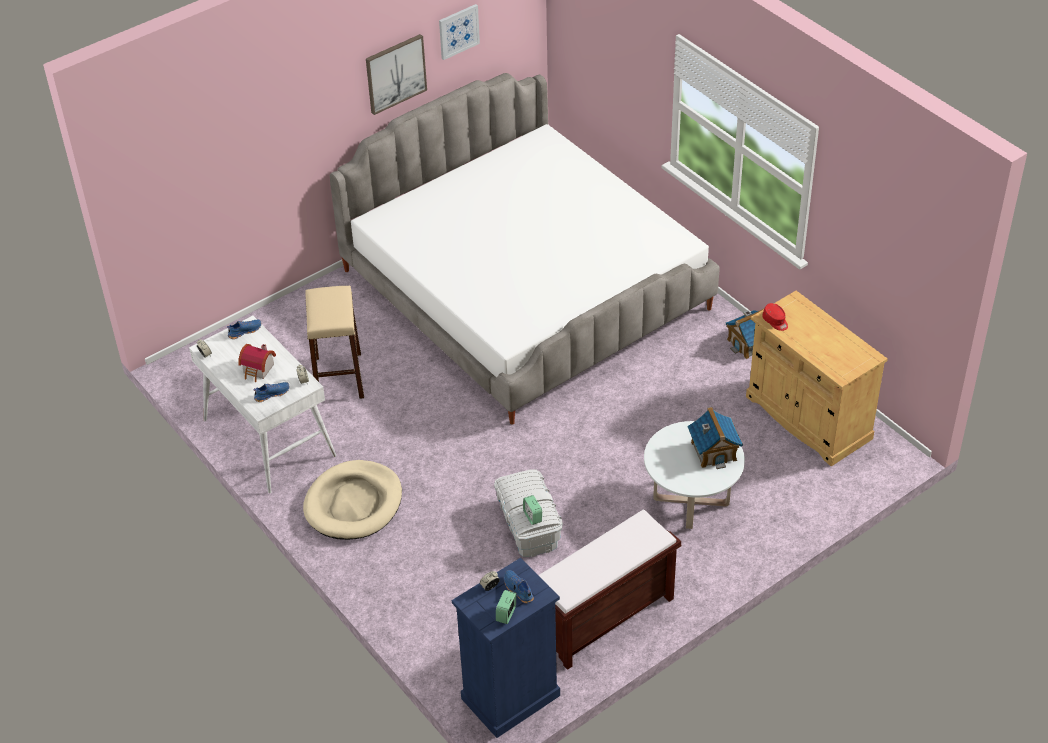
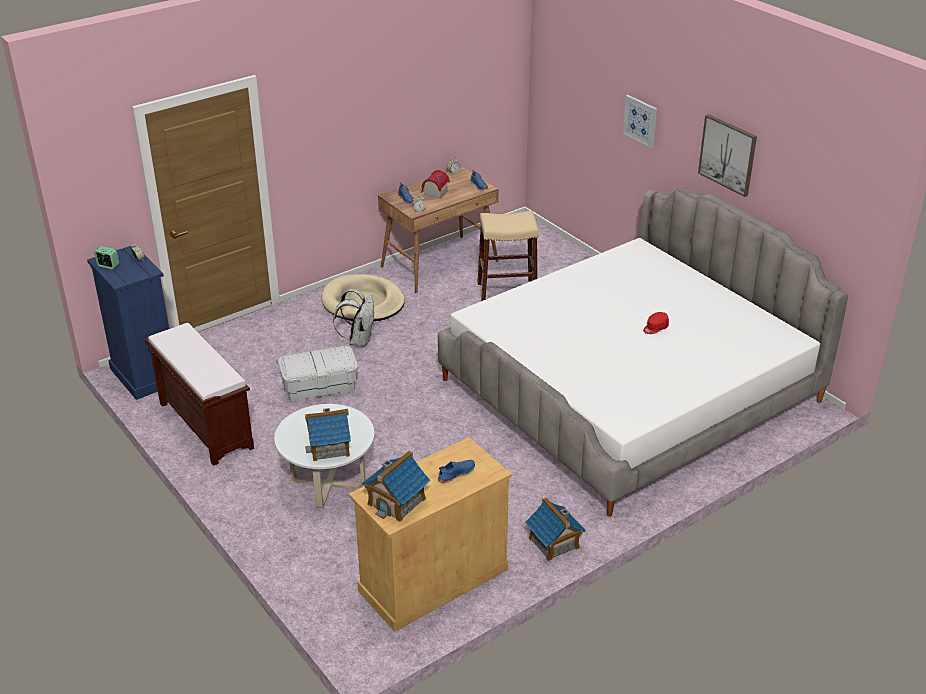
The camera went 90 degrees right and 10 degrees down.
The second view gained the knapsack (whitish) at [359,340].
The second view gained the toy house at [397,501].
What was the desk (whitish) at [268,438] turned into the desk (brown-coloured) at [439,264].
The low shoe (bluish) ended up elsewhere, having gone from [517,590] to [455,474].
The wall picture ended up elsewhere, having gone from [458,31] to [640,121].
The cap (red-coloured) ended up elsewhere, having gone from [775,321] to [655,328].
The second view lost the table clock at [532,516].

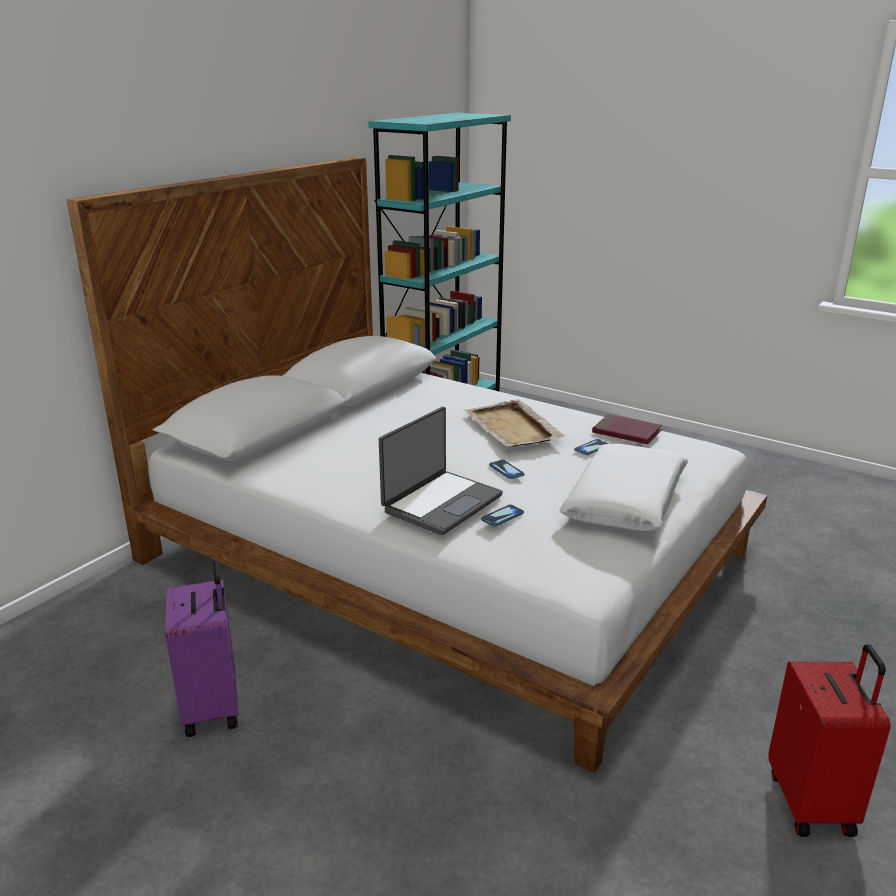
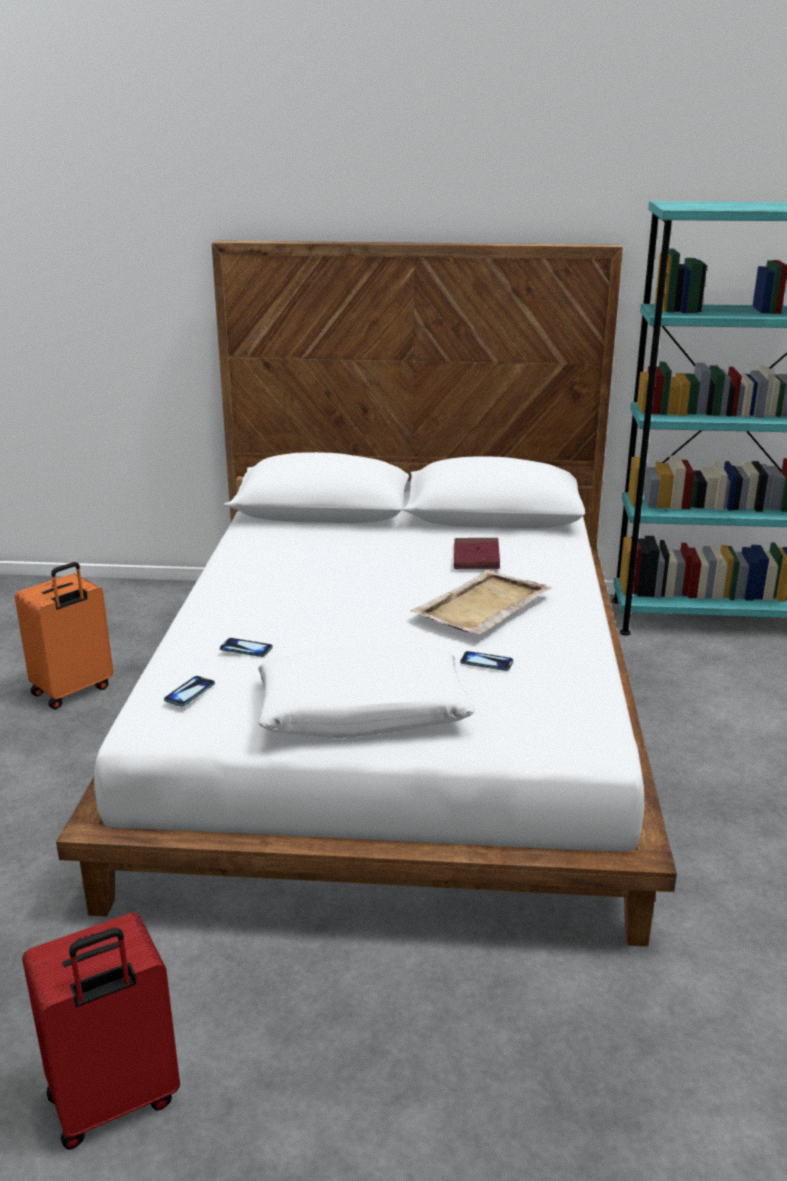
The camera went 60 degrees right and 0 degrees up.
What was the piece of luggage (purple) at [213,707] turned into the piece of luggage (orangey) at [73,691].
The telephone ended up elsewhere, having gone from [506,470] to [189,692].
The volume (red-coloured) ended up elsewhere, having gone from [626,432] to [476,557].
The second view lost the laptop at [441,503].

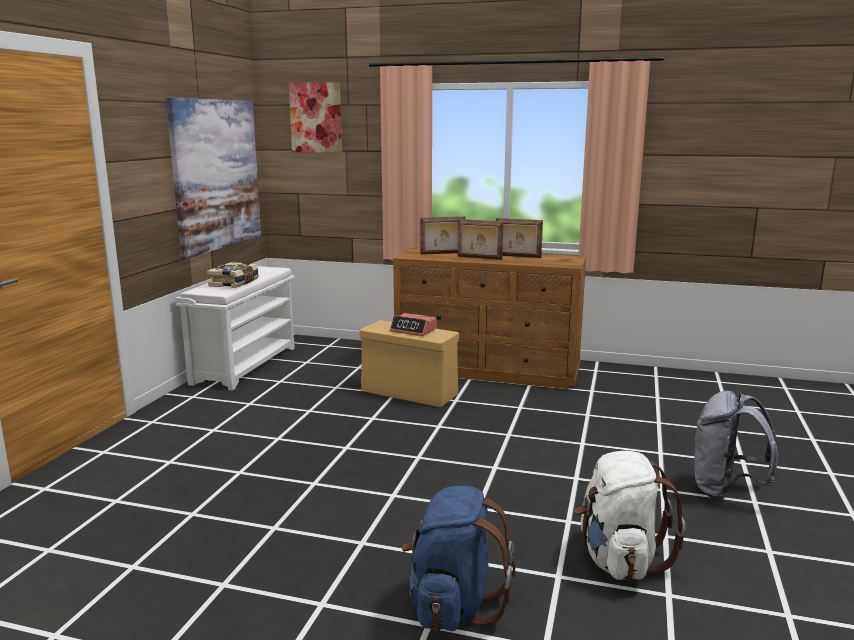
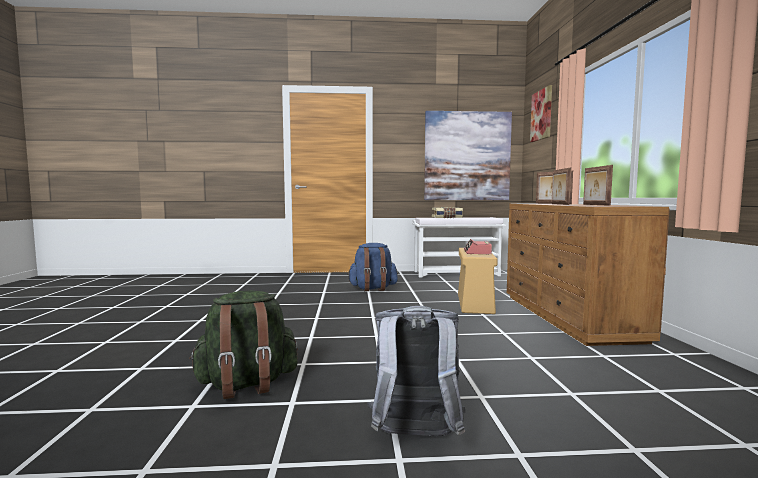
The camera went 70 degrees right and 10 degrees down.
What was the knapsack (whitish) at [619,560] turned into the knapsack (greenish) at [247,384].
The knapsack (bluish) ended up elsewhere, having gone from [453,605] to [373,289].

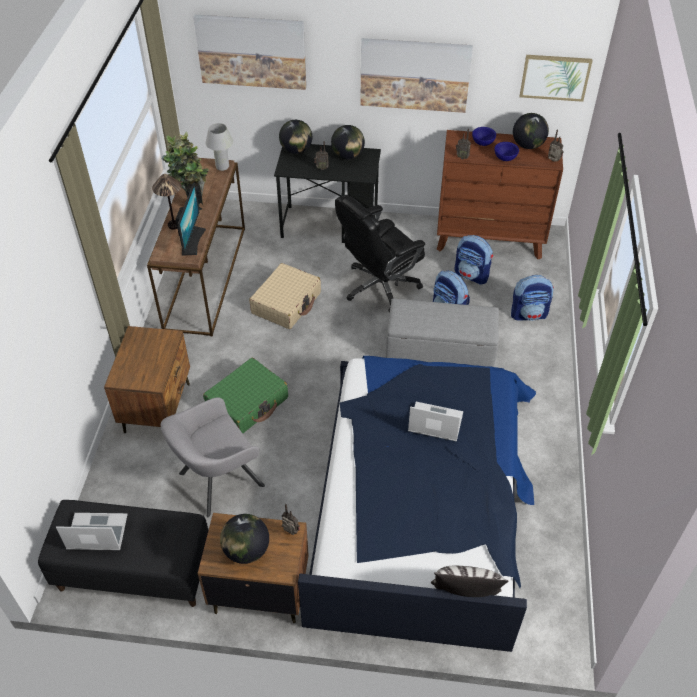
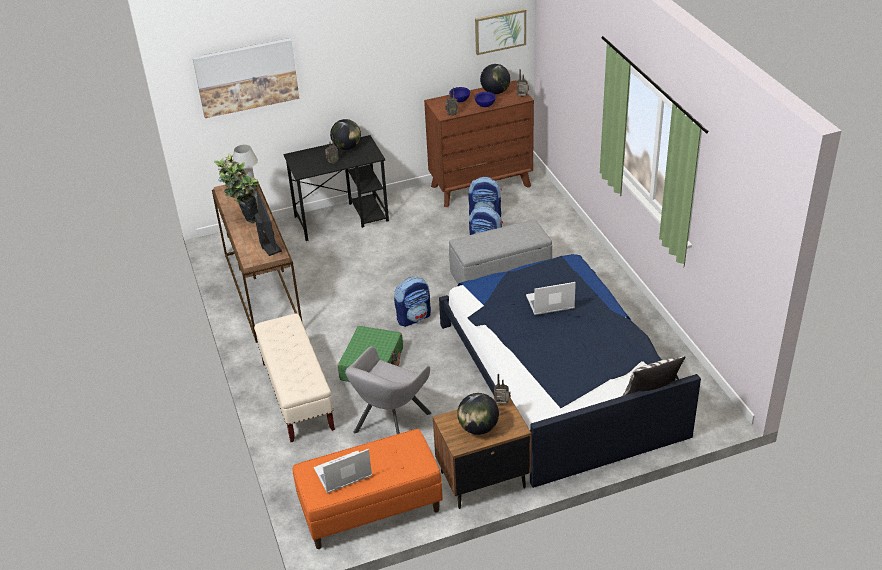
The camera went 25 degrees left and 10 degrees down.
Where the nightstand (brown-coloured) stood at [158,407], the long seat (beige) came to stand at [297,396].
What was the long seat (blackish) at [134,571] turned into the long seat (orangey) at [370,510].
The knapsack ended up elsewhere, having gone from [529,314] to [414,317].
The second view lost the table lamp at [174,225].
The second view lost the piece of luggage (beige) at [286,303].
The second view lost the world globe at [296,150].
The second view lost the desk chair (blackish) at [379,286].
The second view lost the wall picture at [415,74].

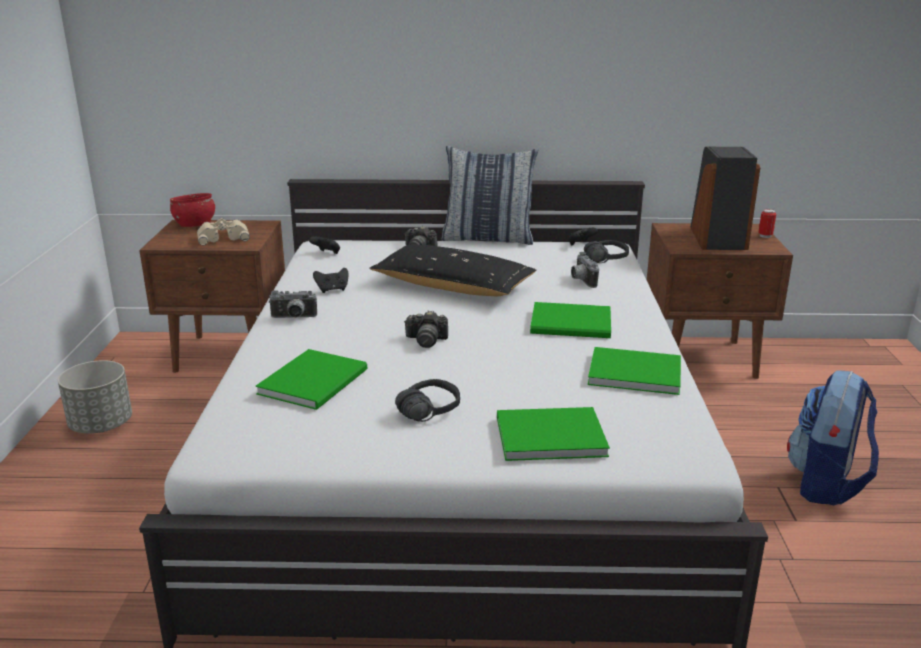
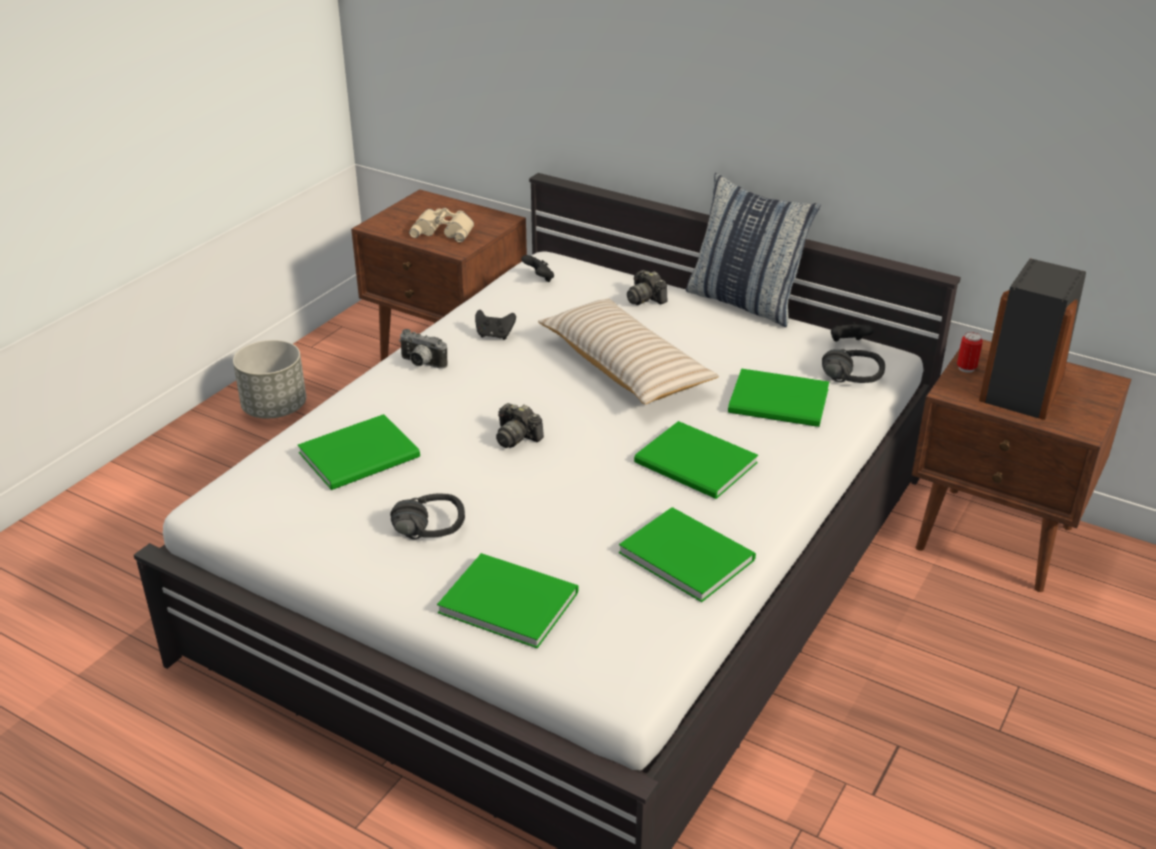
The camera went 30 degrees right and 10 degrees up.
What was the pillow (blackish) at [453,286] turned into the pillow (beige) at [625,367].
Where the still camera stood at [581,281], the volume (greenish) came to stand at [781,403].
The sealed can ended up elsewhere, having gone from [765,236] to [966,368].
The second view lost the deep dish (red-coloured) at [195,225].
The second view lost the knapsack at [826,484].

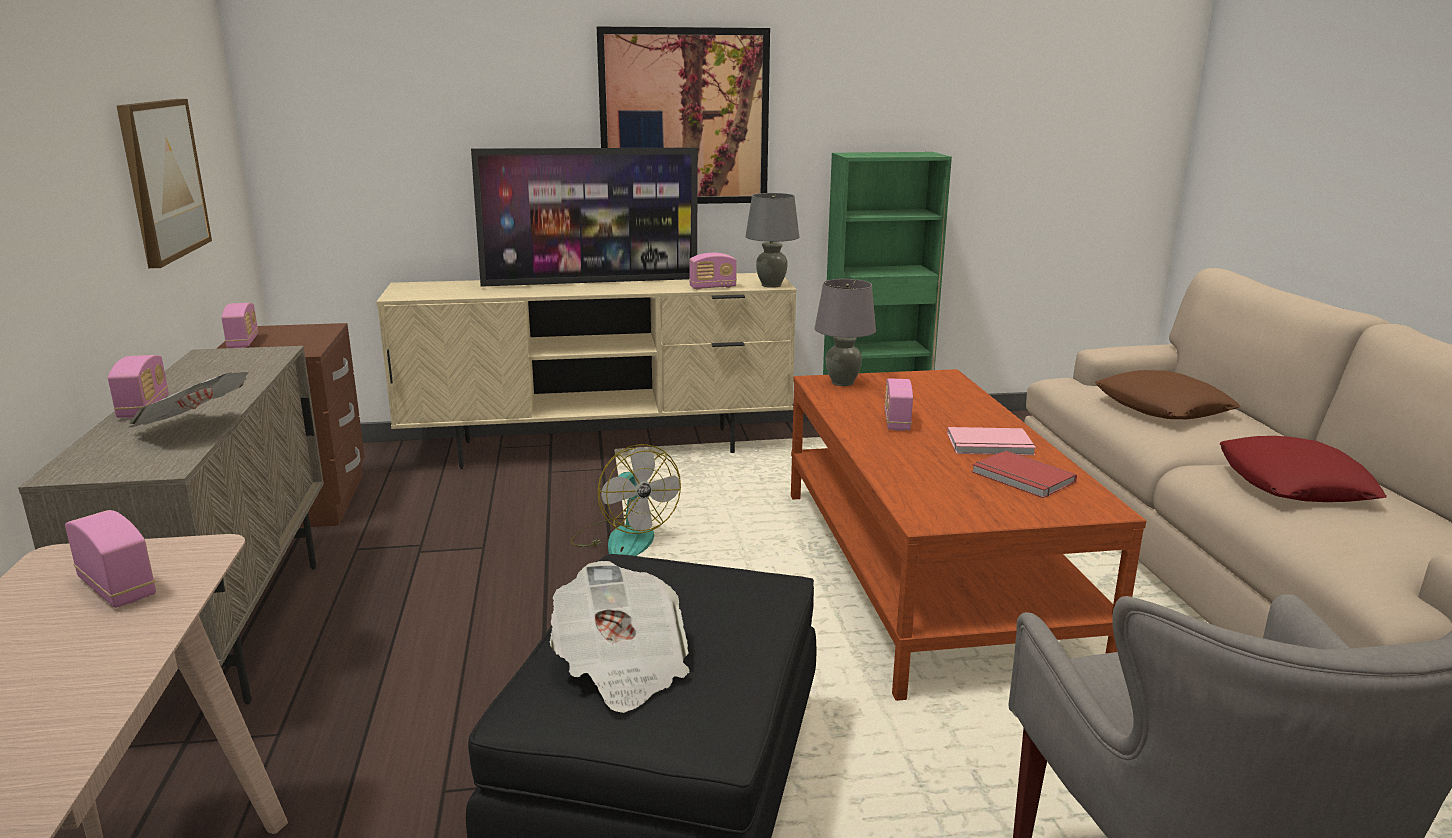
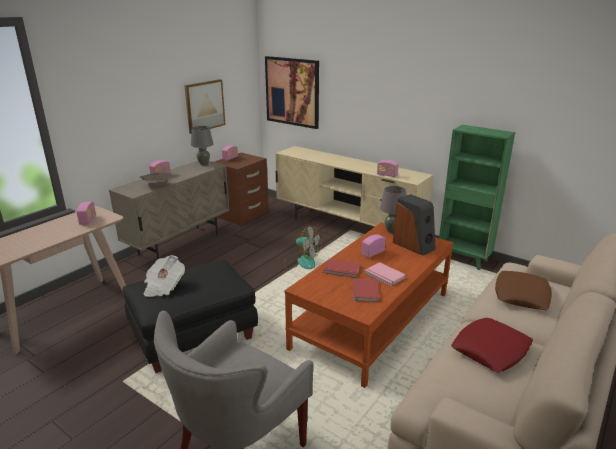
The camera went 45 degrees right and 5 degrees up.
The table lamp (greyish) ended up elsewhere, having gone from [771,285] to [203,164].
The wall picture ended up elsewhere, having gone from [684,117] to [292,92].
The electric fan at [623,538] ended up facing another way, 75 degrees counterclockwise from before.
The second view gained the volume (red-coloured) at [341,270].
The second view gained the speaker at [414,245].
The second view lost the TV at [591,282].

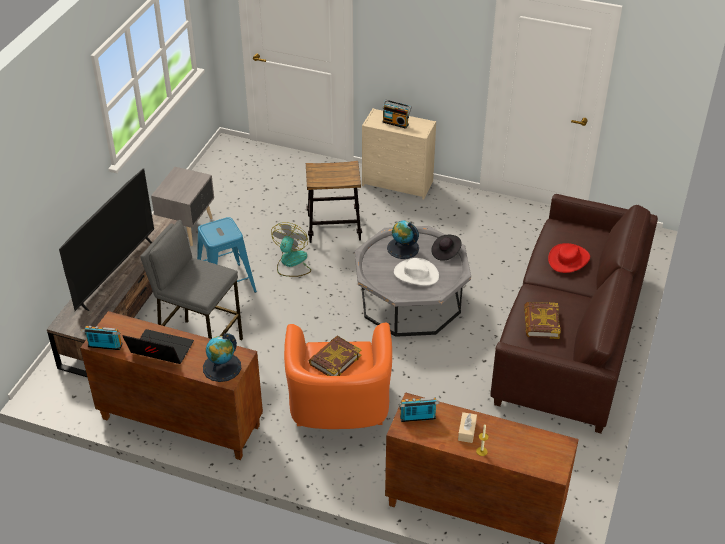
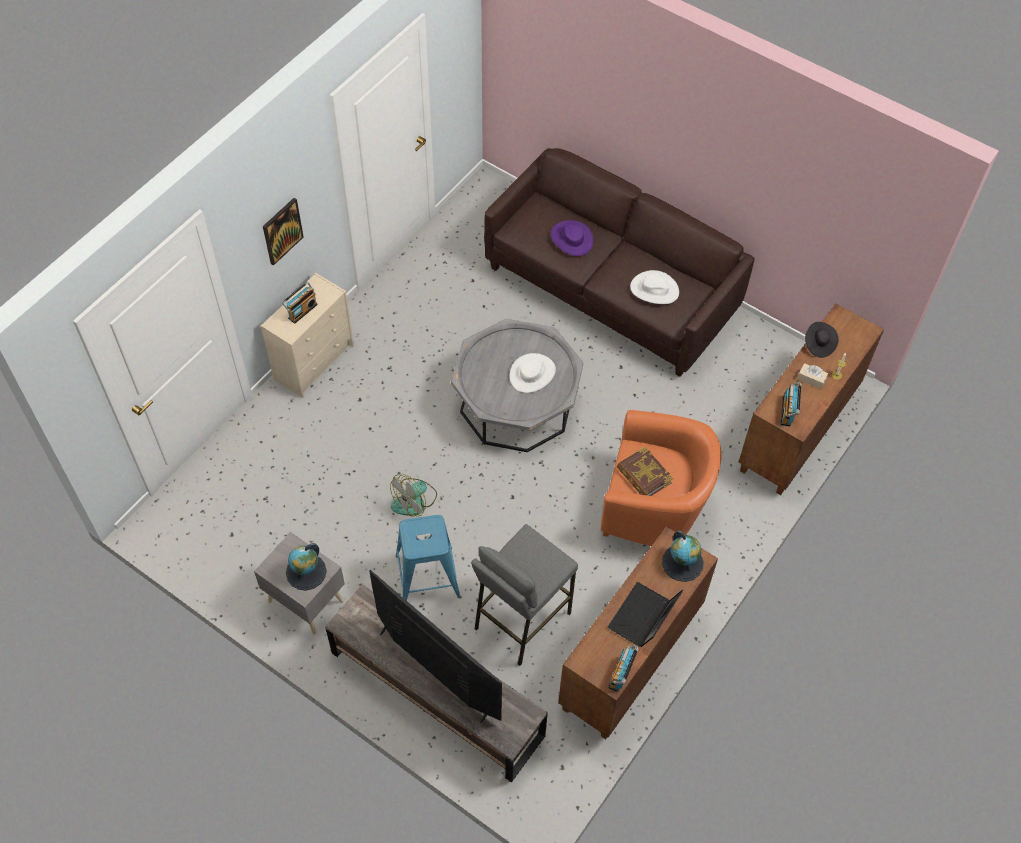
The camera went 75 degrees left and 15 degrees up.
The second view gained the wall picture at [282,231].
The world globe ended up elsewhere, having gone from [403,248] to [306,572].
The electric fan at [291,263] ended up facing another way, 75 degrees counterclockwise from before.
What was the hat (red-coloured) at [569,259] turned into the hat (purple) at [571,239].
Where the volume stood at [541,323], the hat (whitish) came to stand at [654,290].
The hat (blackish) ended up elsewhere, having gone from [445,253] to [819,344].
The second view lost the sitting stool at [334,228].

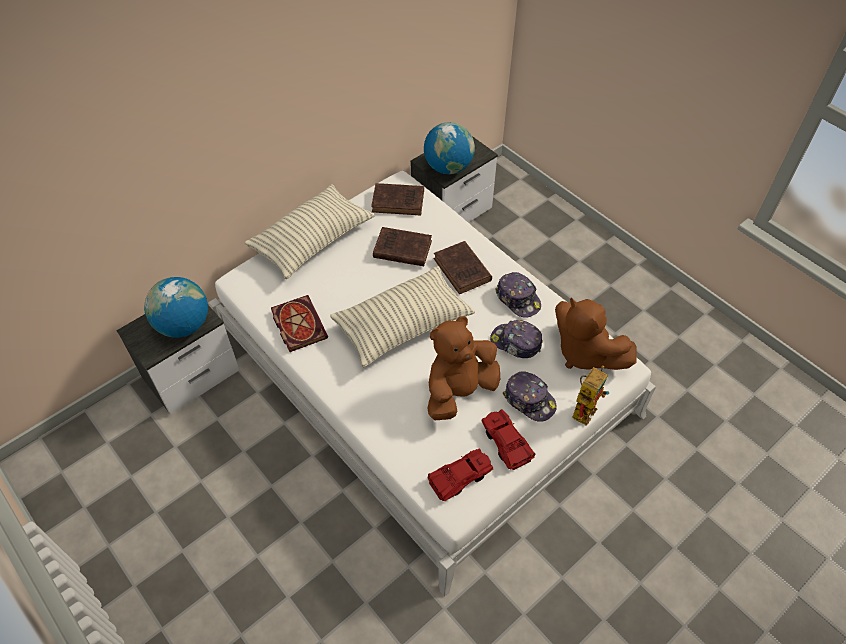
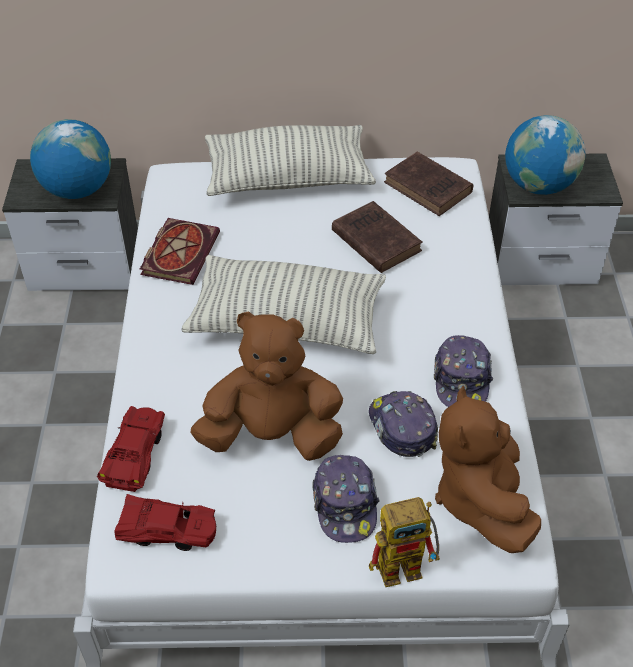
The camera went 40 degrees right and 5 degrees down.
The toy car (red-coloured) ended up elsewhere, having gone from [506,442] to [136,454].
The second view lost the volume (brown-coloured) at [463,271].

